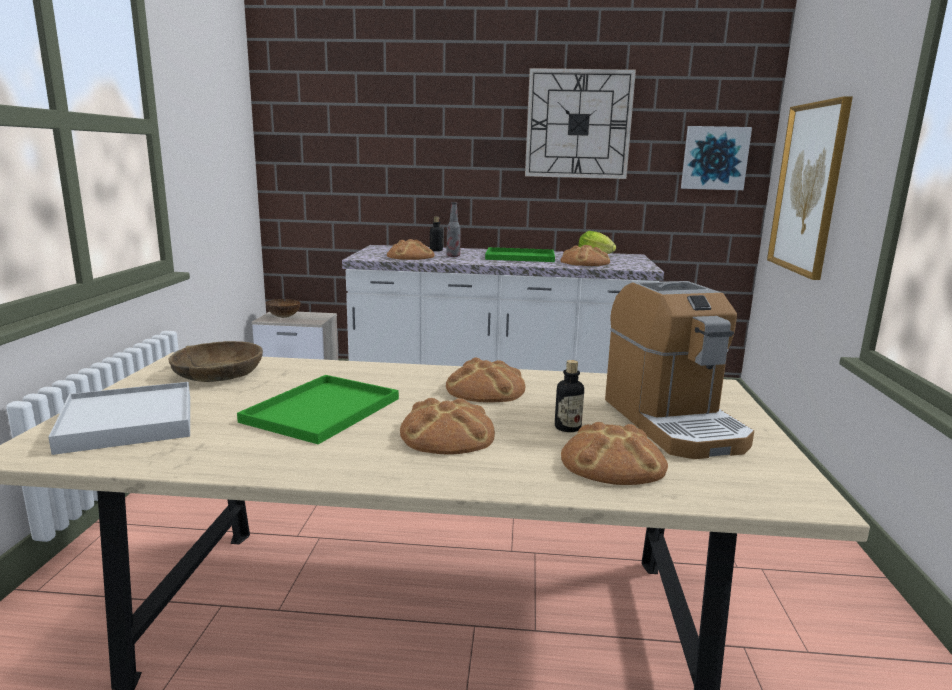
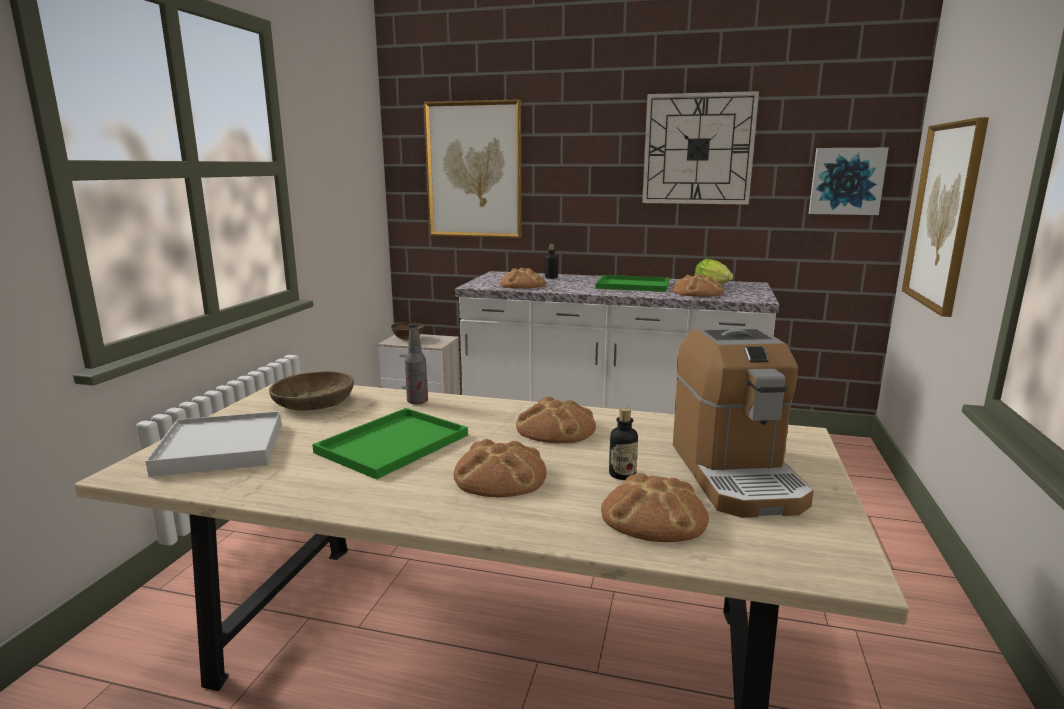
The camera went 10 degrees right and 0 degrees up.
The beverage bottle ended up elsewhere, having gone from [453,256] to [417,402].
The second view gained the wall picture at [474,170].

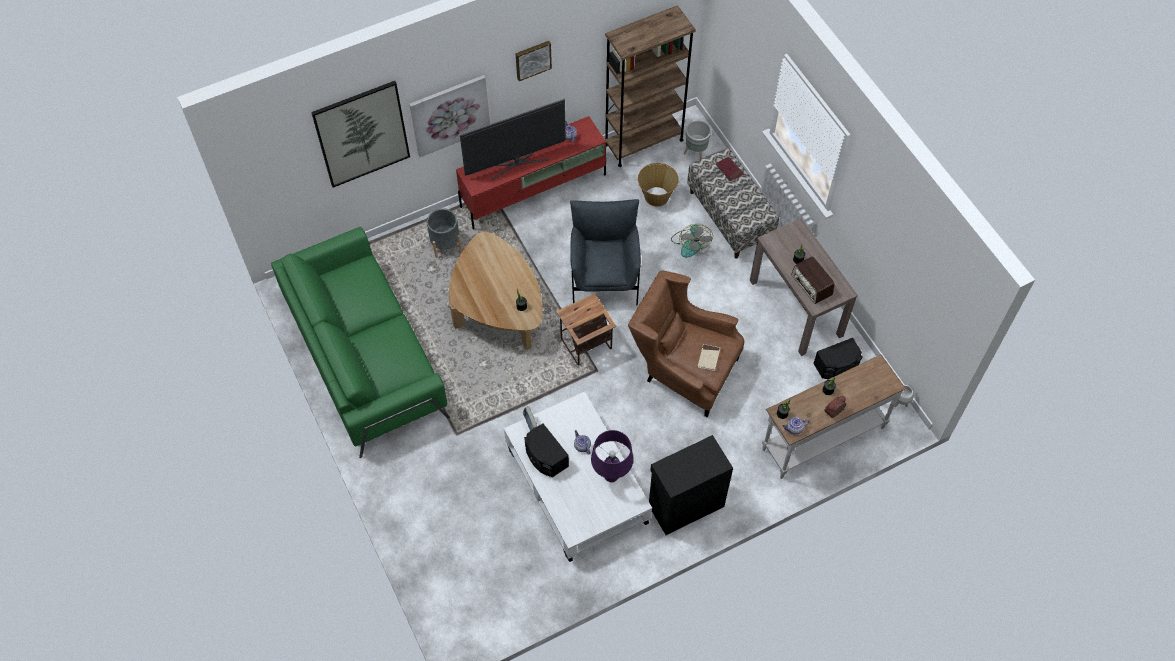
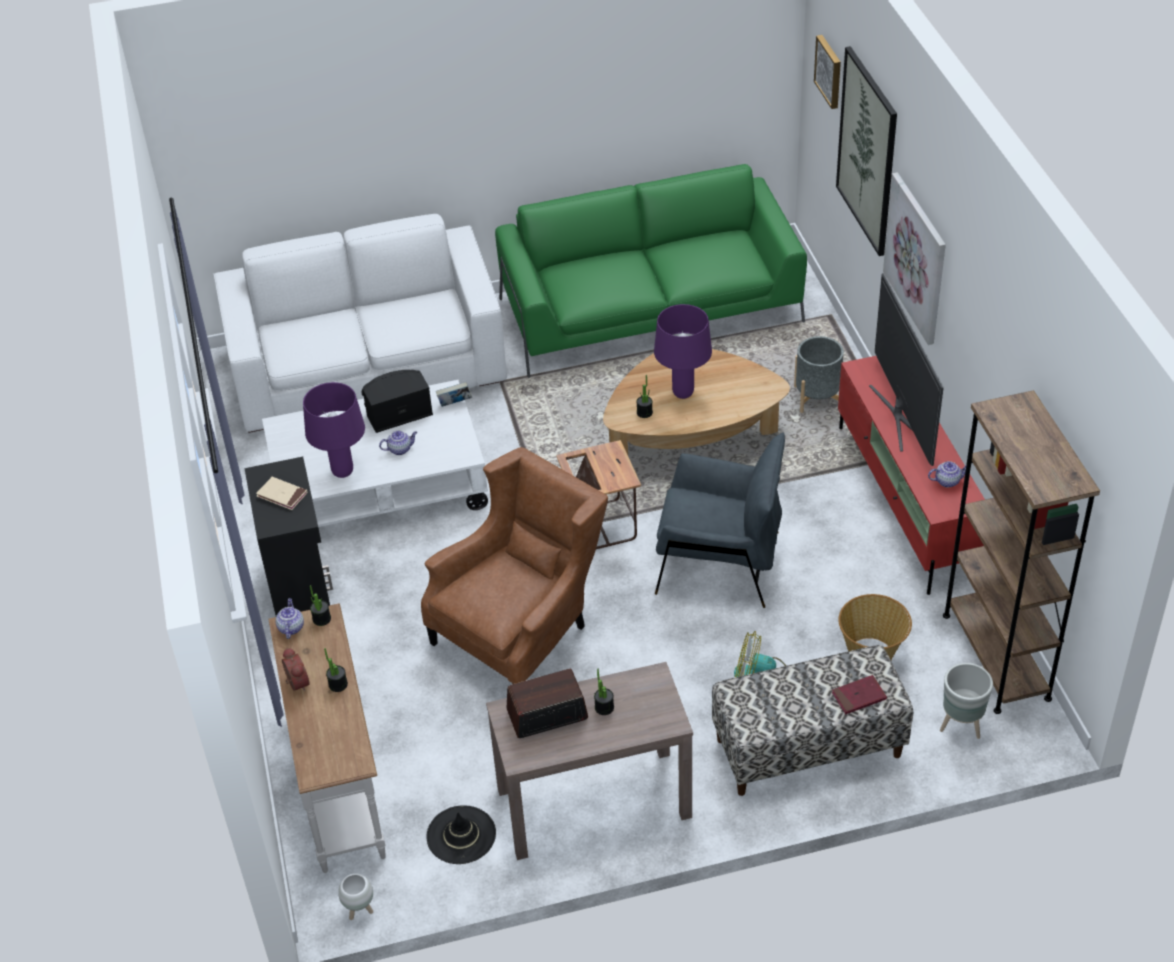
The camera went 105 degrees right and 15 degrees down.
The second view gained the couch (whitish) at [367,366].
The volume (beige) ended up elsewhere, having gone from [708,358] to [282,495].
Where the speaker (blackish) stood at [837,366], the hat (blackish) came to stand at [461,835].
The second view gained the table lamp (purple) at [683,393].
The wall picture ended up elsewhere, having gone from [532,59] to [830,71].

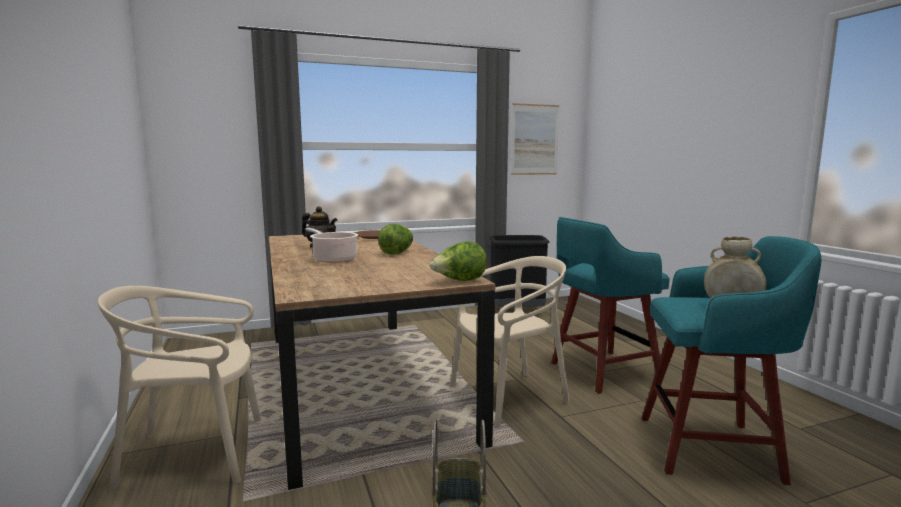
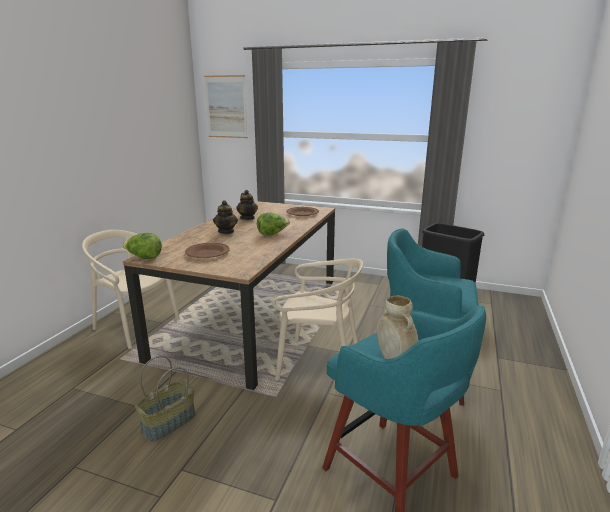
The camera went 40 degrees right and 10 degrees up.
The lettuce head ended up elsewhere, having gone from [459,281] to [144,258].
The second view gained the flat dish (brown-coloured) at [207,253].
The wall picture ended up elsewhere, having gone from [534,139] to [226,107].
Where the saucepot stood at [333,259], the pot for tea came to stand at [226,231].

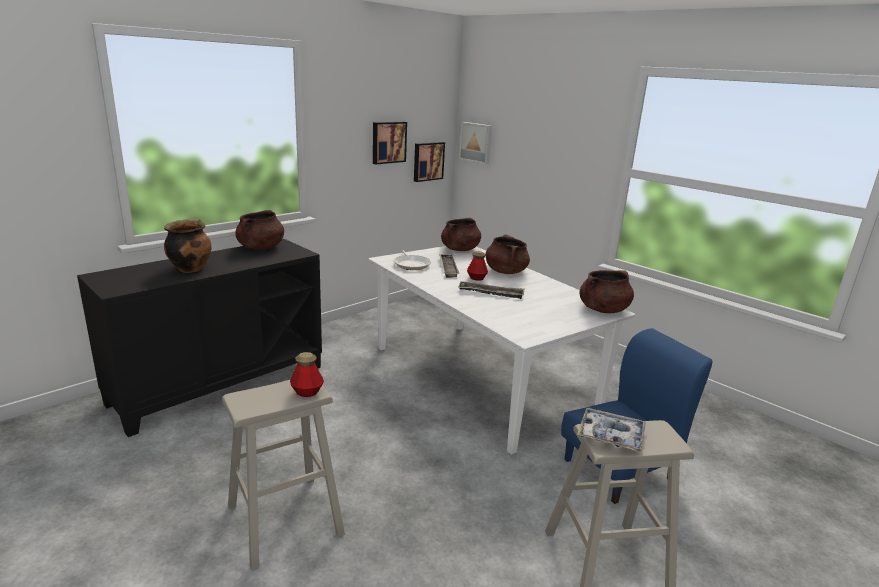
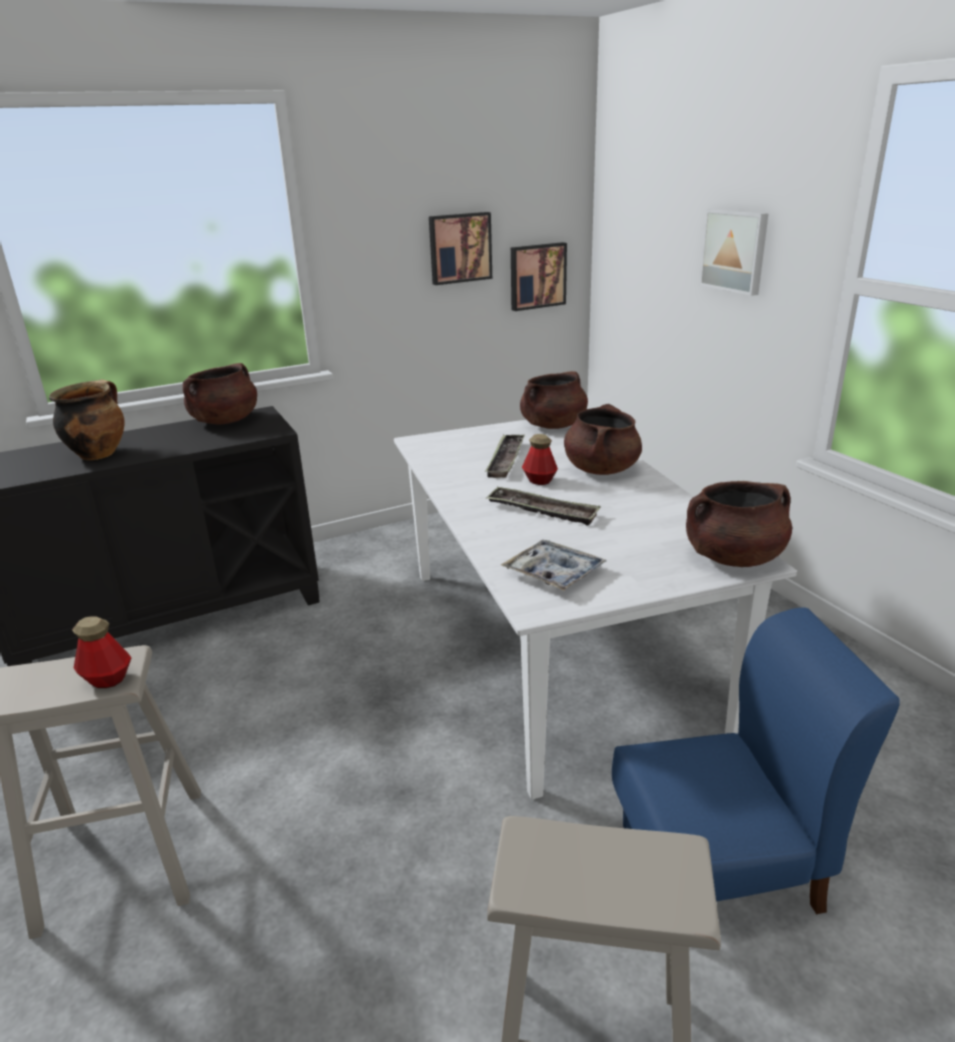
The camera went 20 degrees right and 5 degrees up.
The serving tray ended up elsewhere, having gone from [611,435] to [553,573].
The wall picture ended up elsewhere, having gone from [476,142] to [735,251].
The second view lost the frying pan at [411,264].

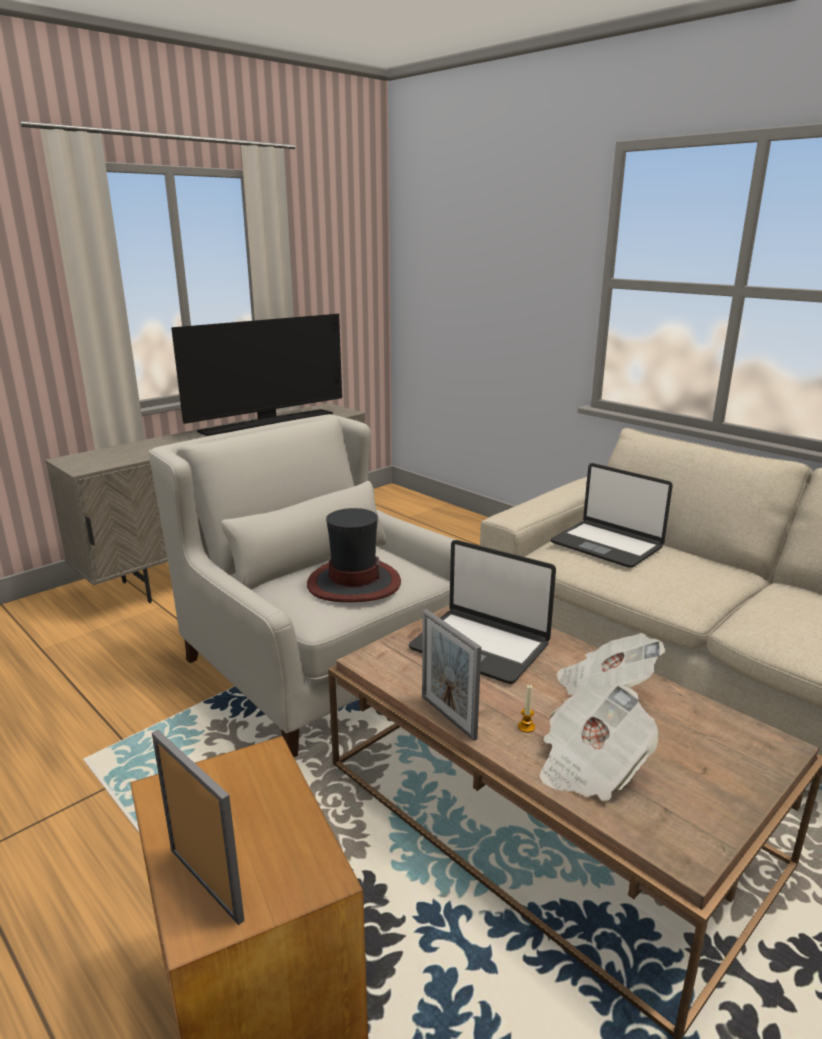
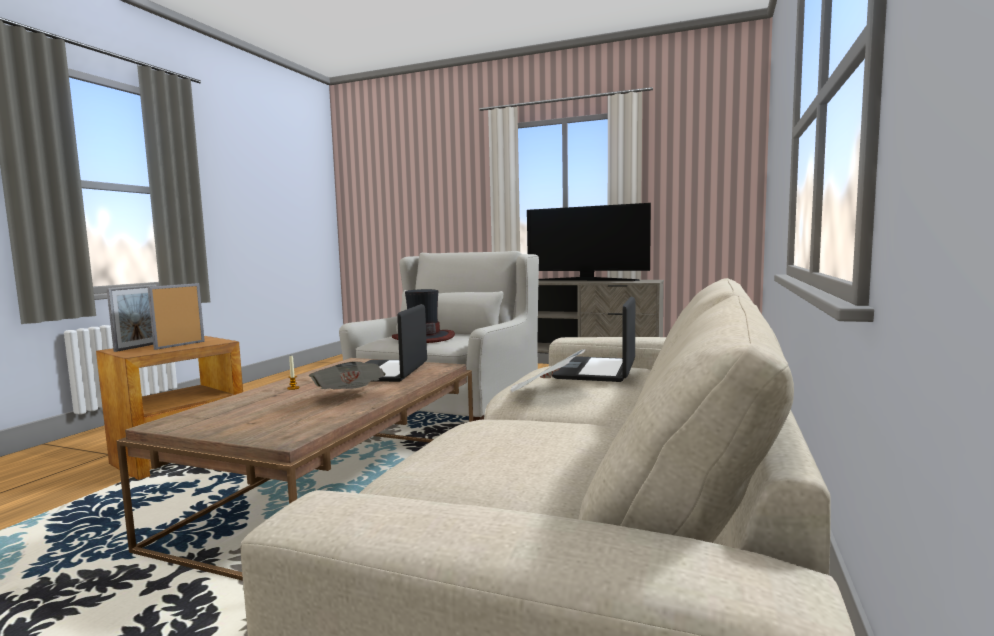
The camera went 65 degrees right and 15 degrees down.
The photo frame ended up elsewhere, having gone from [448,717] to [180,345].
The newspaper ended up elsewhere, having gone from [590,765] to [544,393].

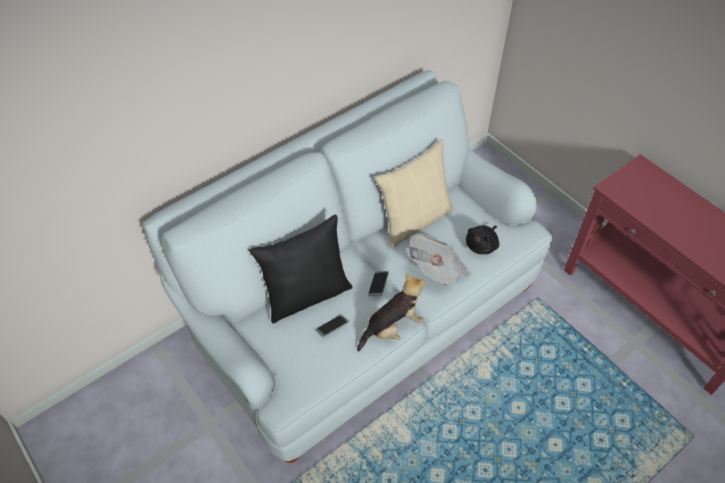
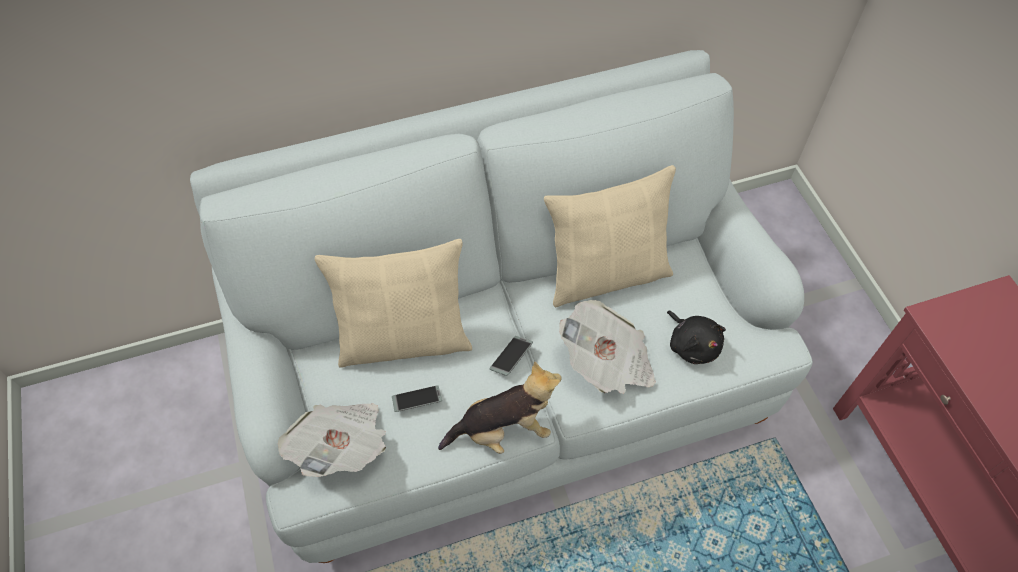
The camera went 20 degrees right and 5 degrees up.
The second view gained the newspaper at [342,446].
What was the pillow (blackish) at [307,294] turned into the pillow (beige) at [404,339].
The soft toy (blackish) at [482,245] ended up facing another way, 90 degrees counterclockwise from before.

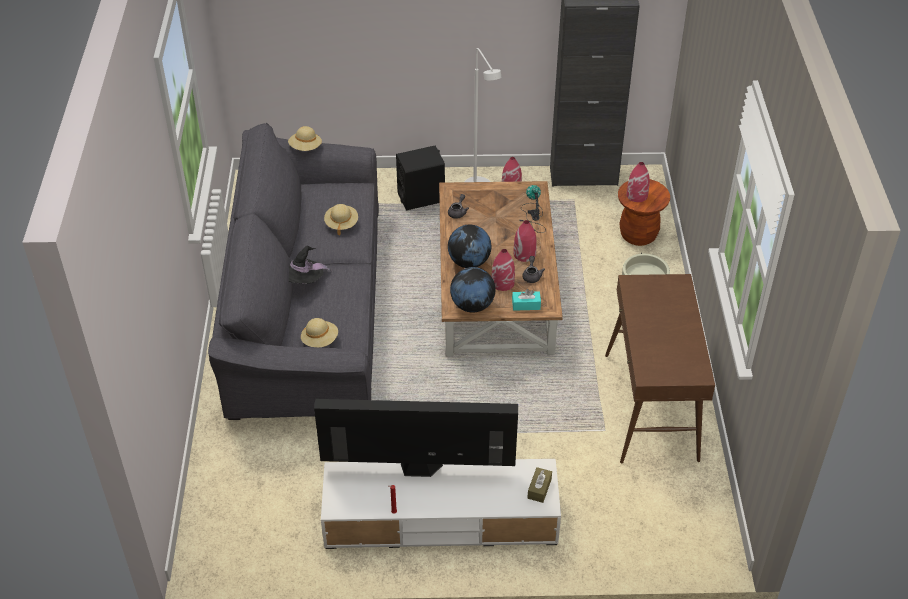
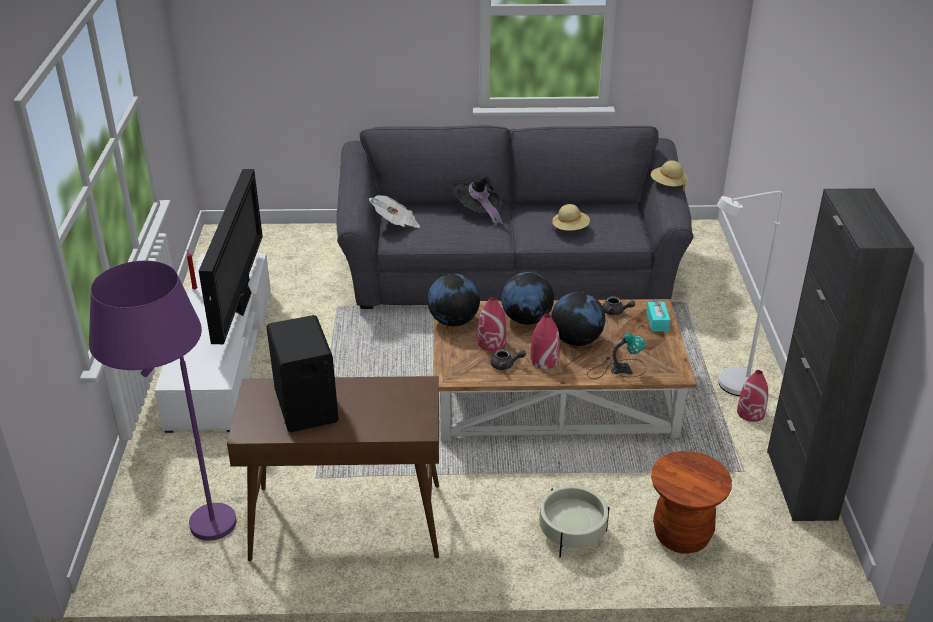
The camera went 90 degrees right and 10 degrees down.
The second view gained the standard lamp (purple) at [187,531].
The speaker (blackish) ended up elsewhere, having gone from [421,197] to [306,406].
Where the hat (beige) stood at [320,340], the newspaper came to stand at [396,223].
The second view gained the world globe at [576,340].
The tissue box (turquoise) ended up elsewhere, having gone from [526,305] to [657,322].
The second view lost the tissue box (brown-coloured) at [539,489].
The second view lost the vase (red-coloured) at [637,195].

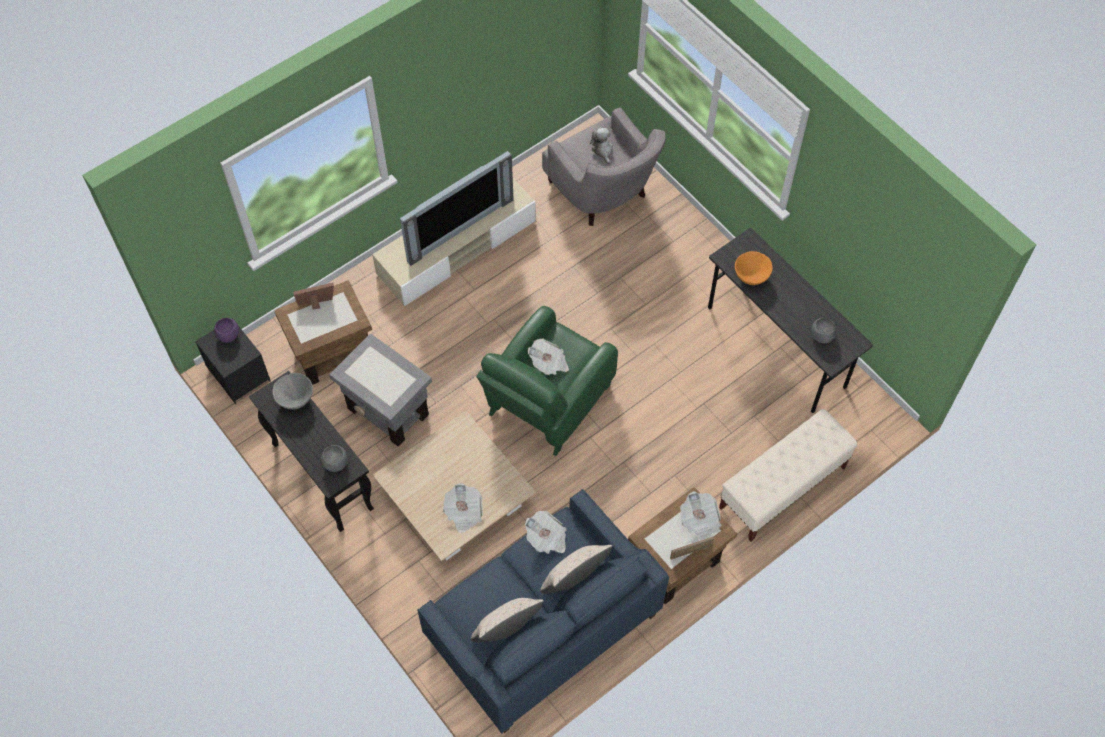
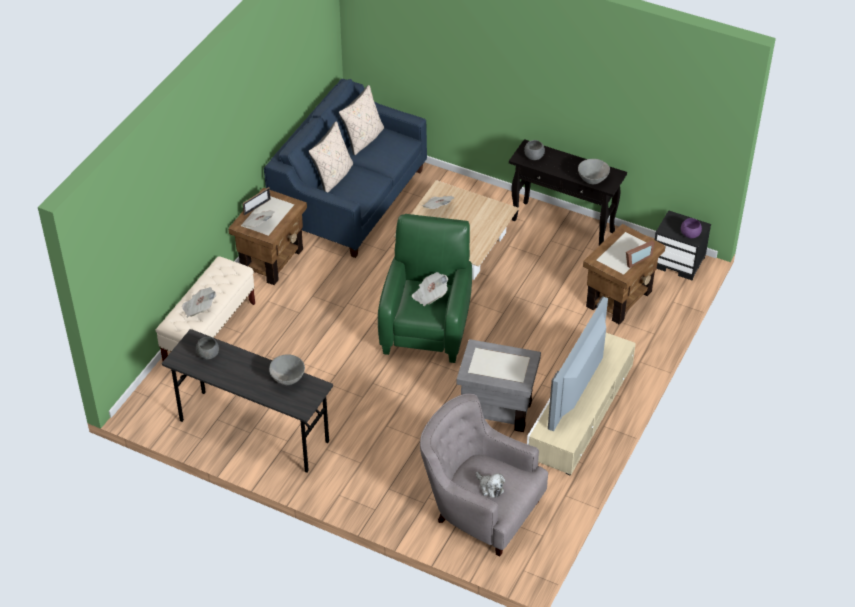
The camera went 155 degrees right and 15 degrees down.
The newspaper ended up elsewhere, having gone from [547,538] to [199,309].
What was the deep dish (orangey) at [751,277] turned into the deep dish (greyish) at [287,379].
The accent table (greyish) ended up elsewhere, having gone from [387,412] to [496,410].

